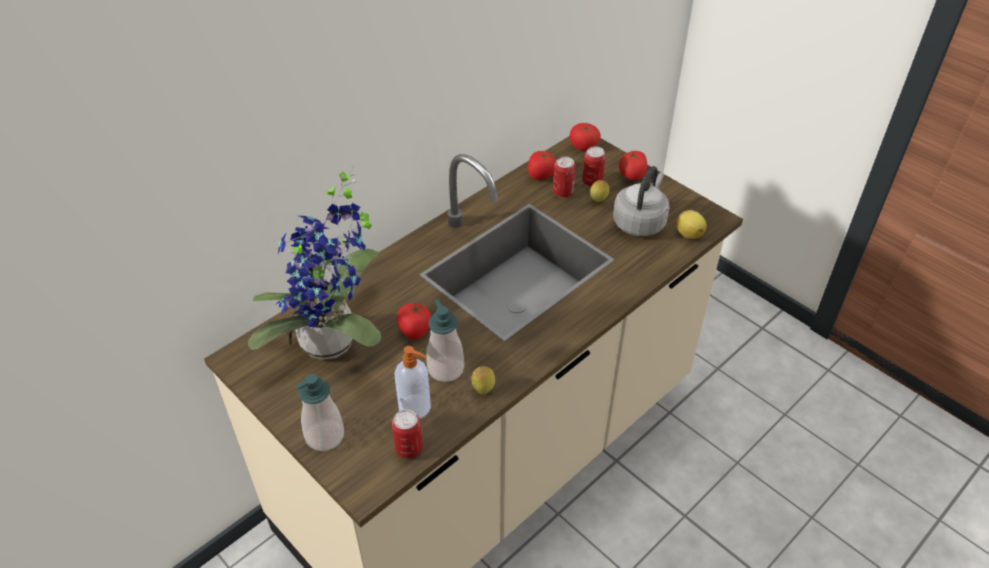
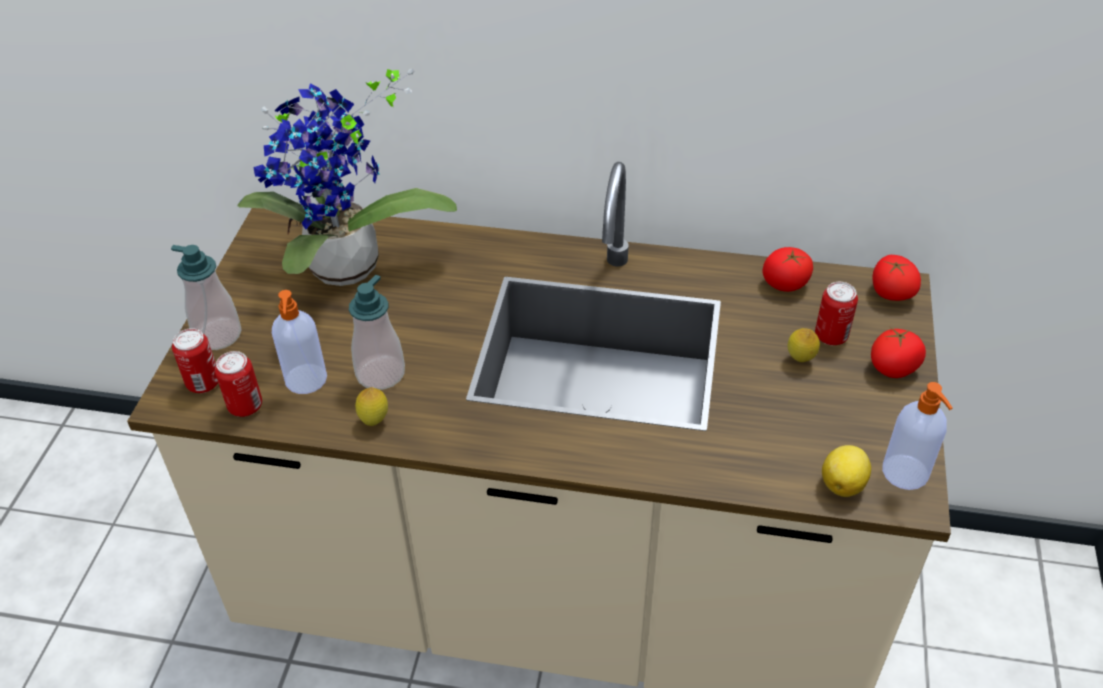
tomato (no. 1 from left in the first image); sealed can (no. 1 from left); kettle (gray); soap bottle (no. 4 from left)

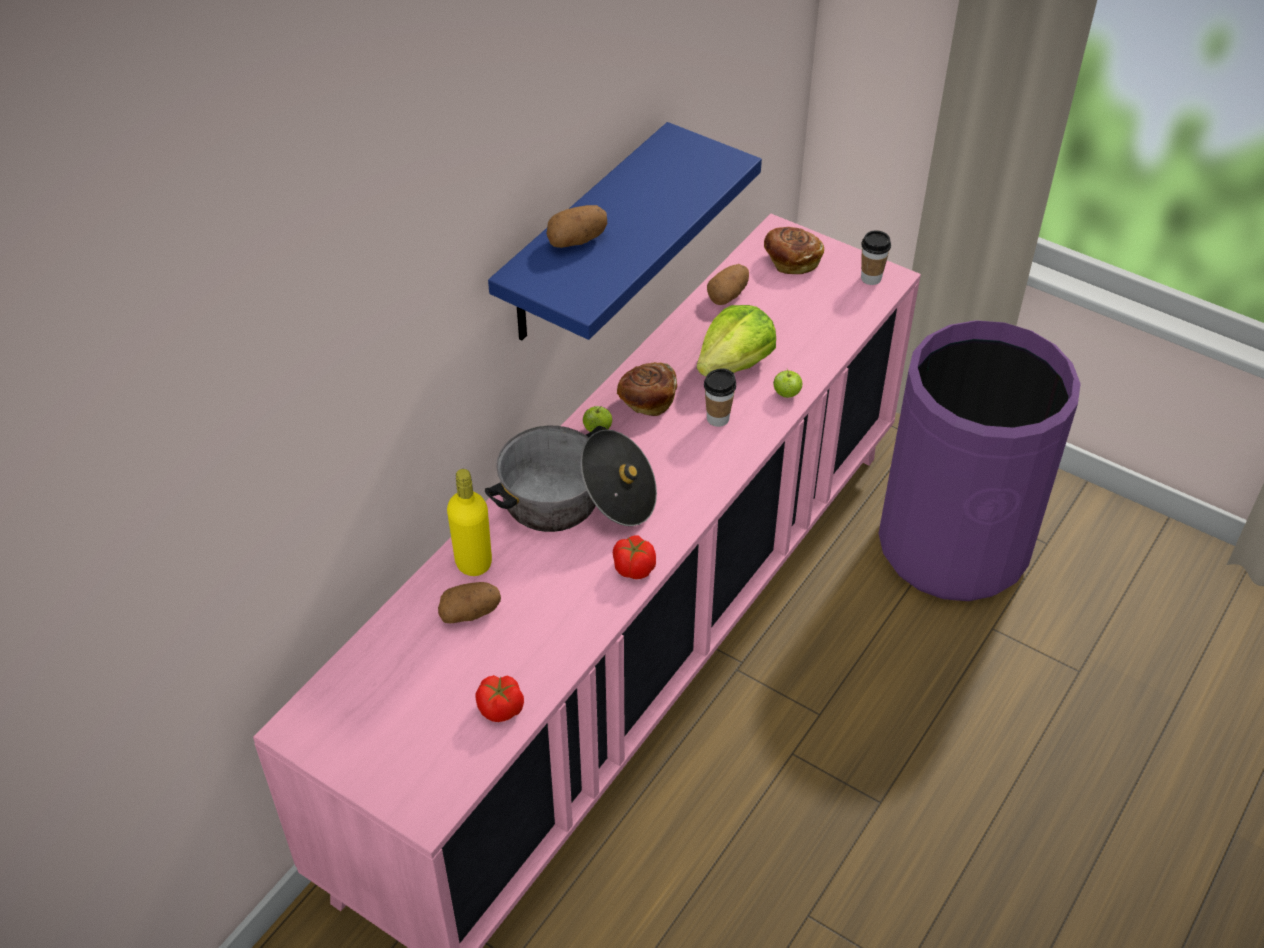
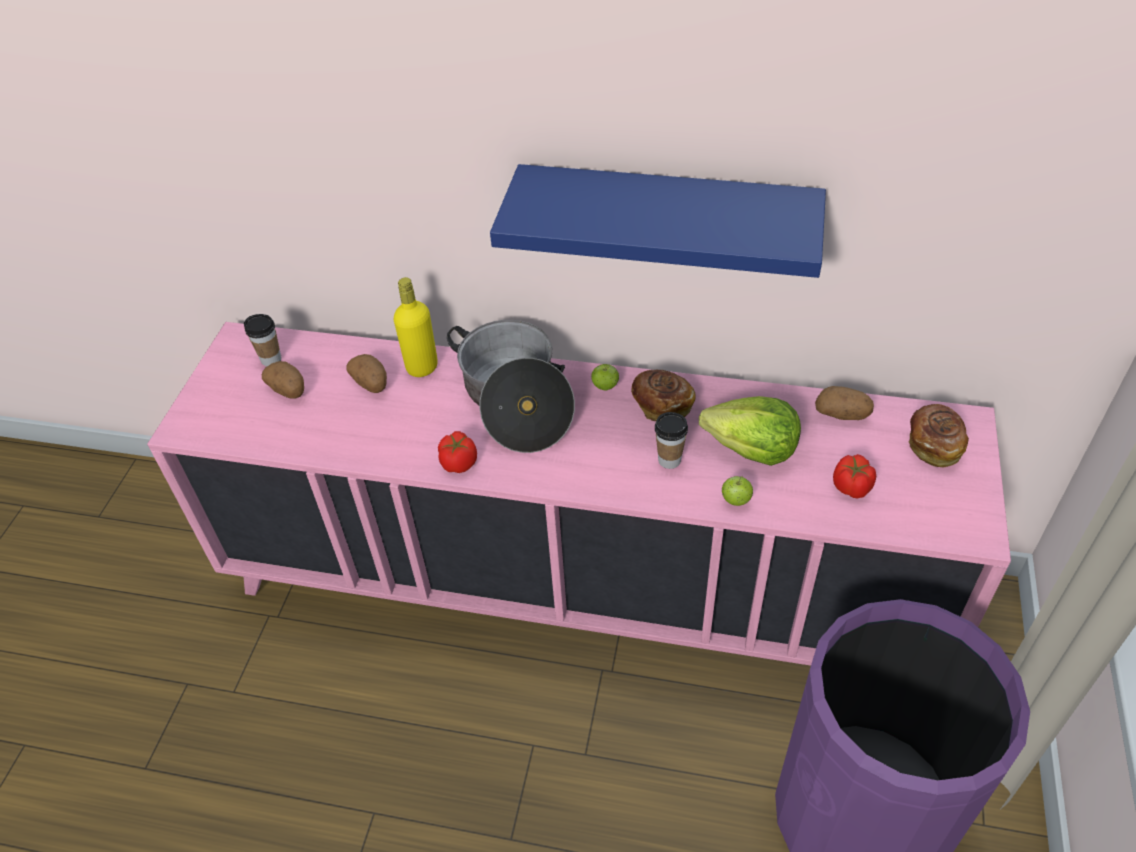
tomato (no. 2 from left); whole potato (no. 1 from left); cup (no. 1 from left)

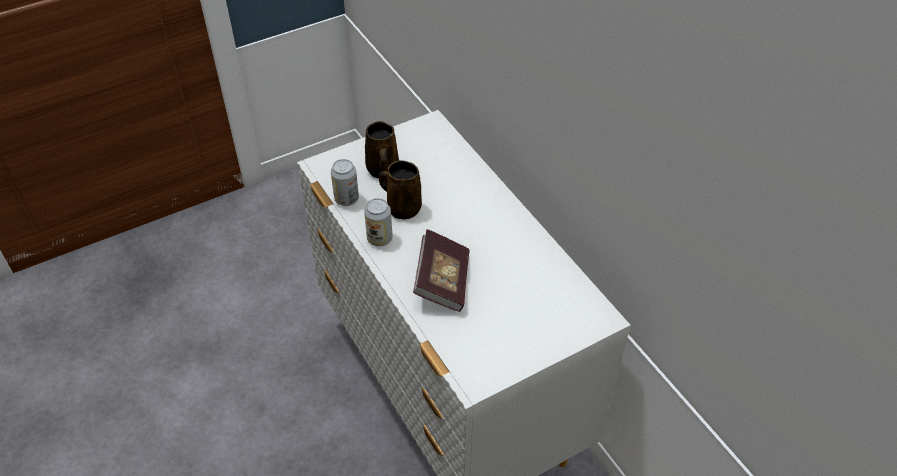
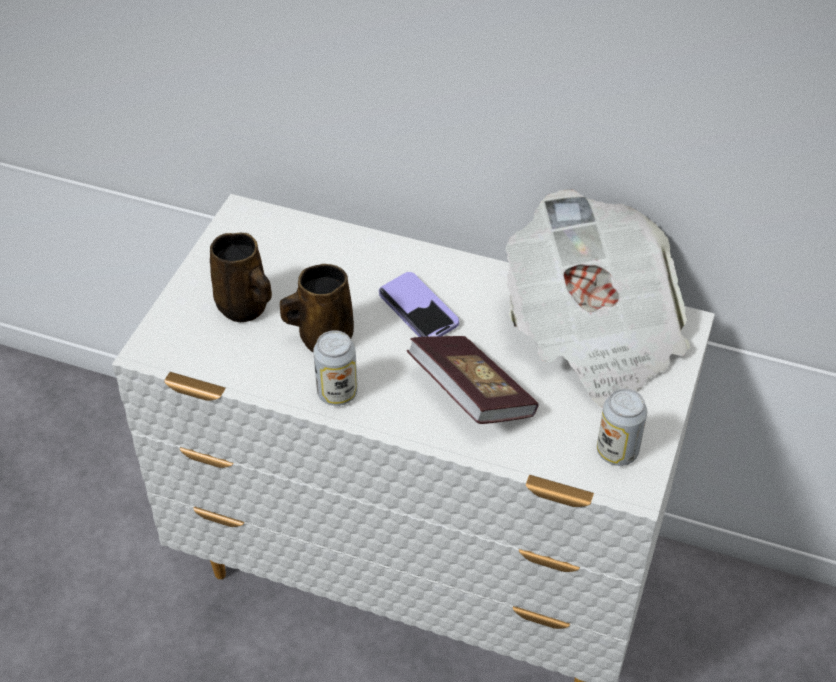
sealed can (no. 2 from left); telephone; newspaper

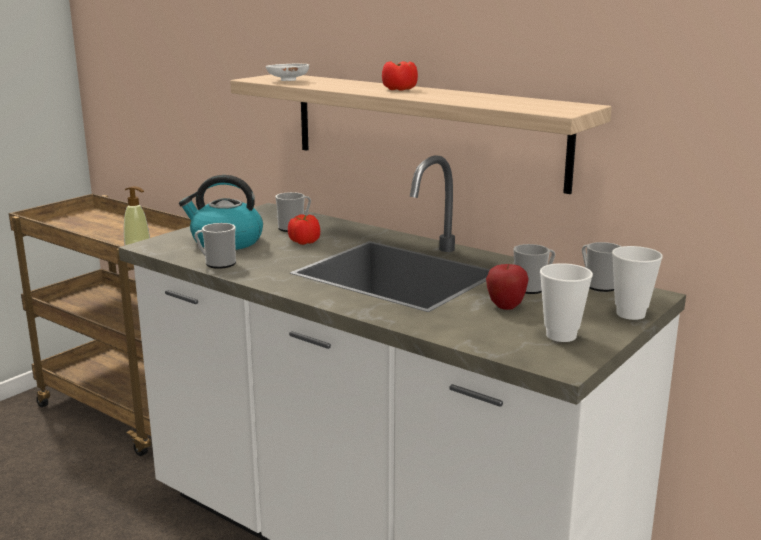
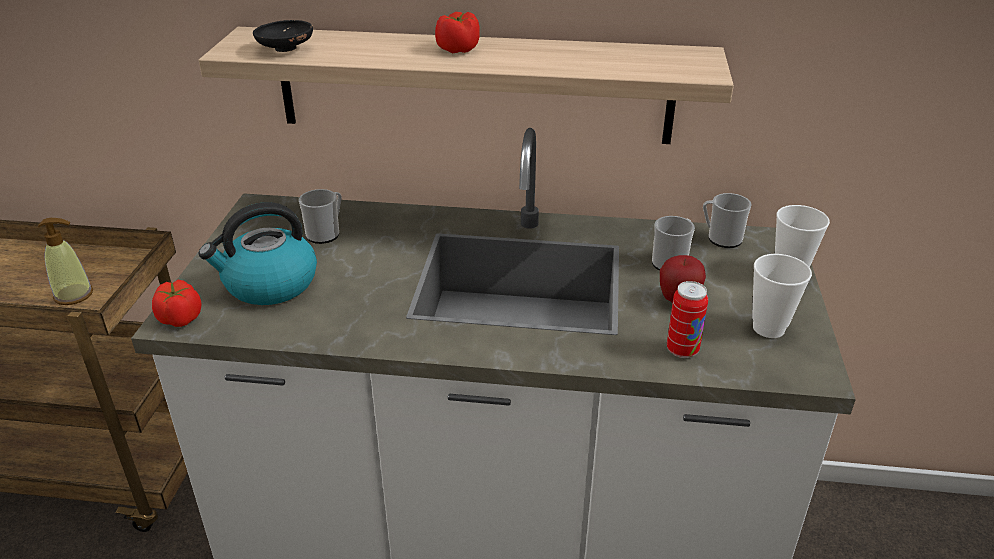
tea mug (no. 1 from left in the first image); serving bowl (blackish); tomato (no. 1 from left); sealed can

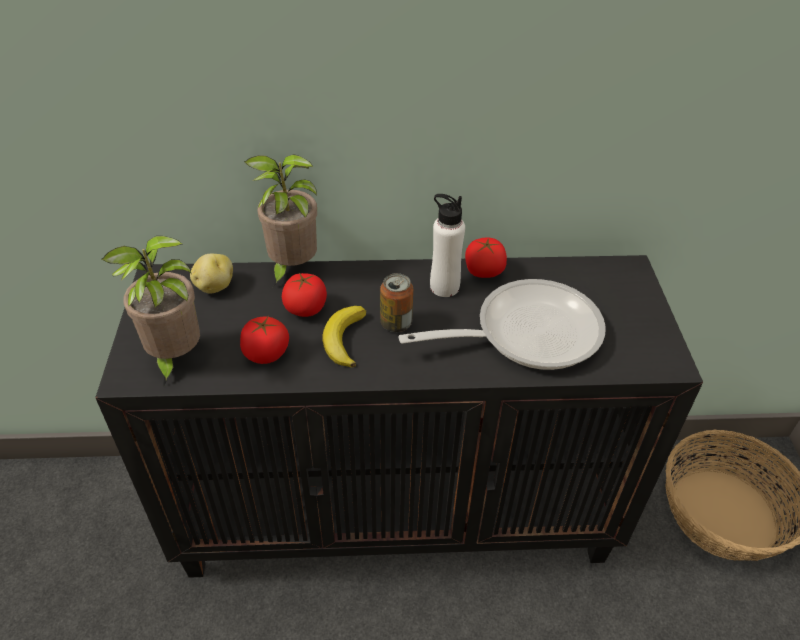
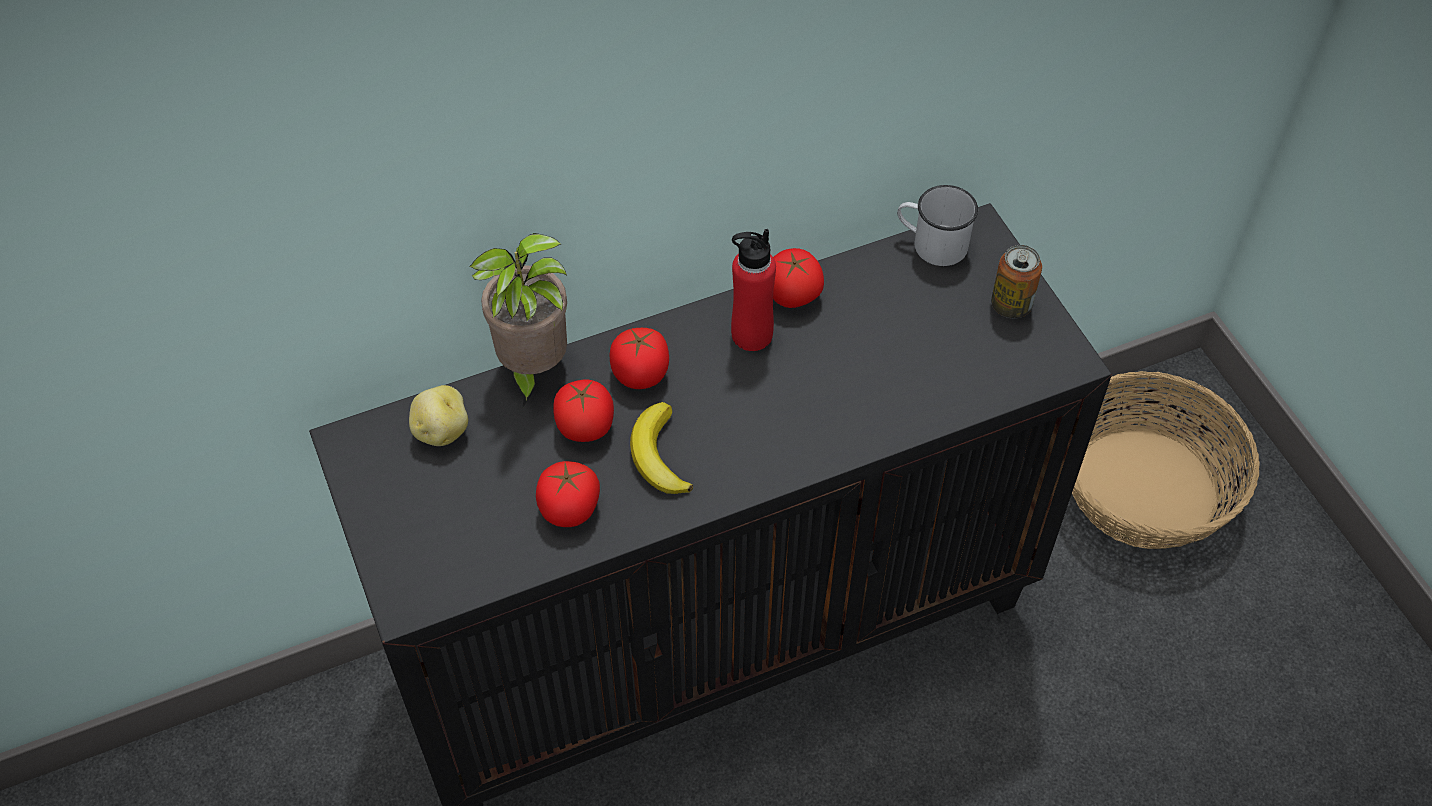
plant in a pot (no. 1 from left in the first image); sealed can; frying pan; bottle (reddish); tomato (no. 3 from left); tea mug (whitish)

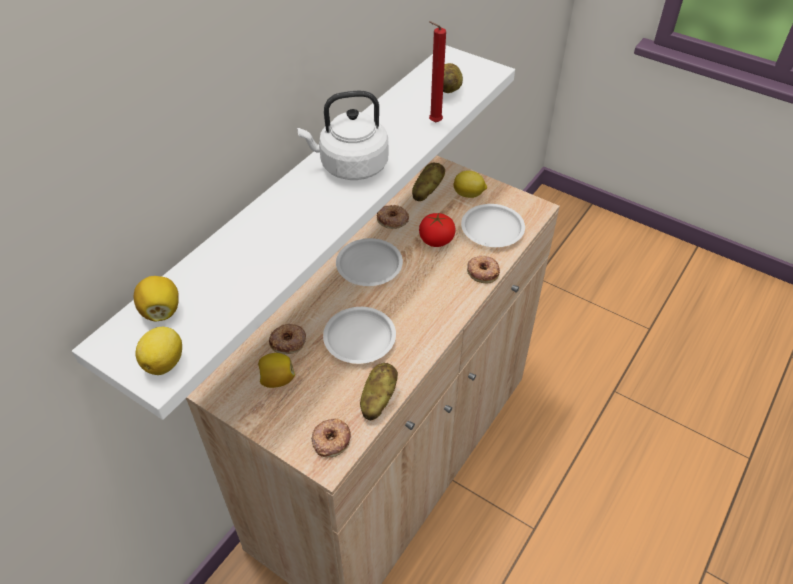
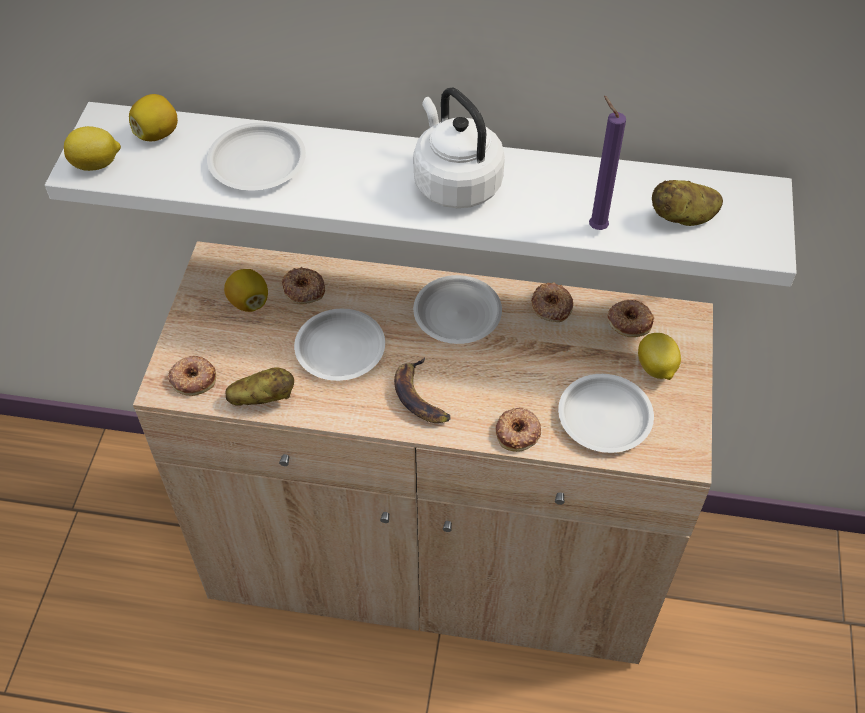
donut (no. 5 from left); tomato; candle (purple); dinner plate (whitish) (no. 1 from left); banana fruit

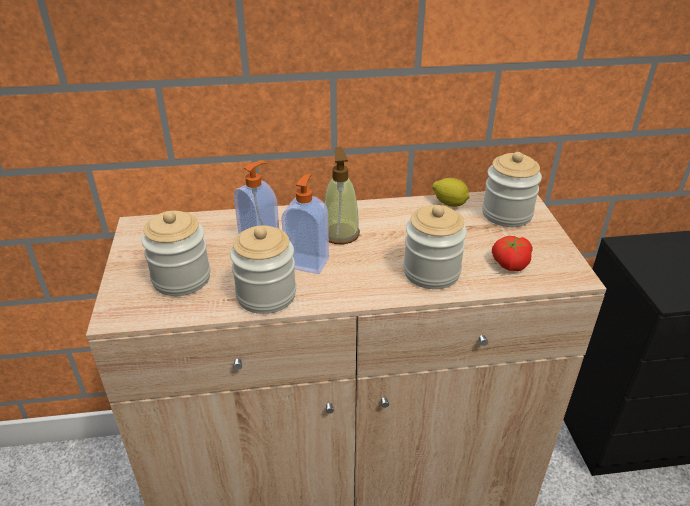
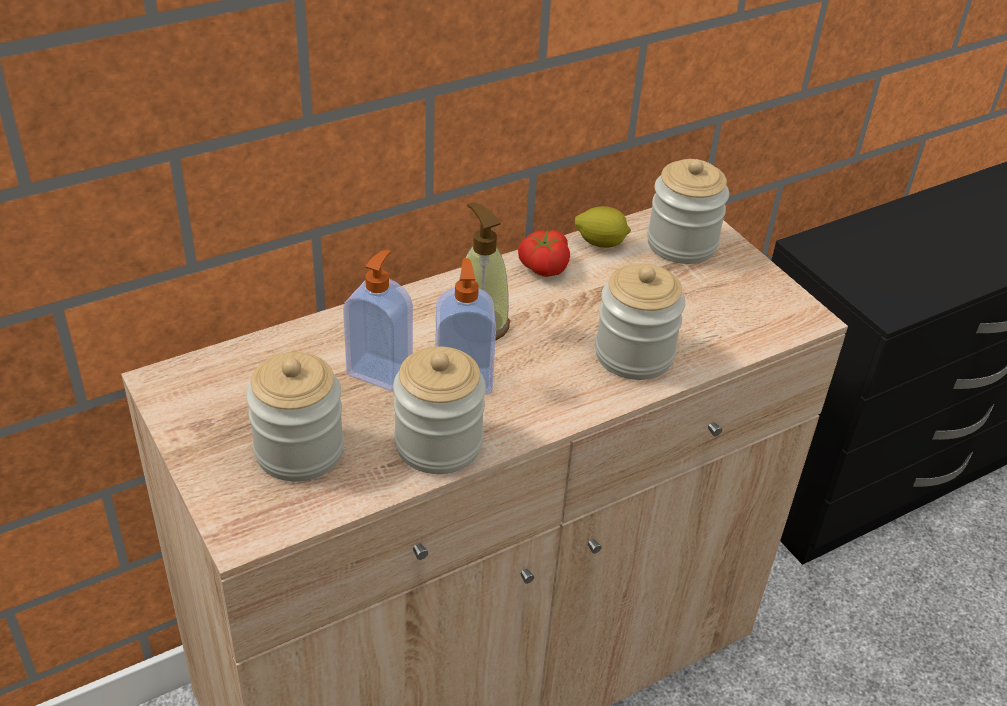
tomato

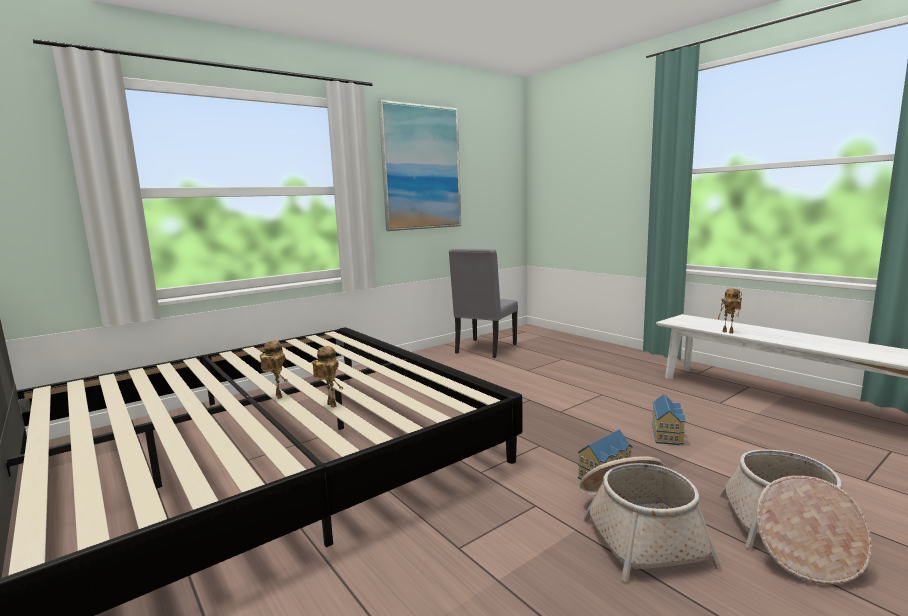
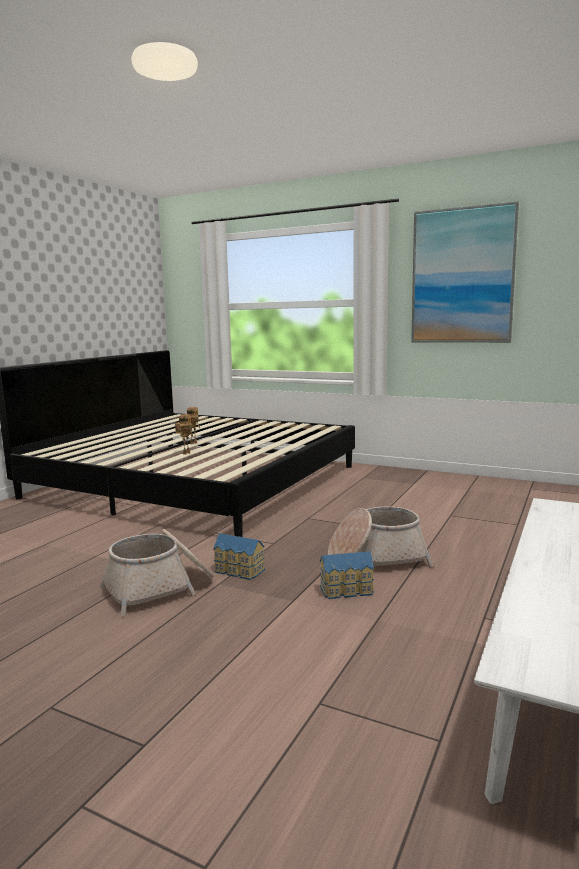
plain chair (gray); robot figure (no. 3 from left in the first image); storage basket (no. 2 from left)

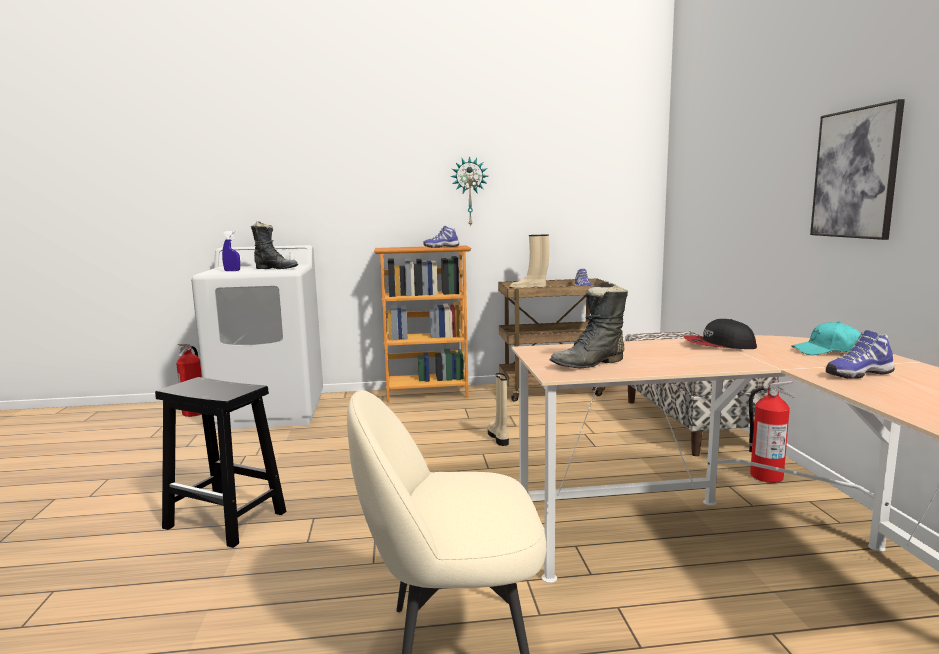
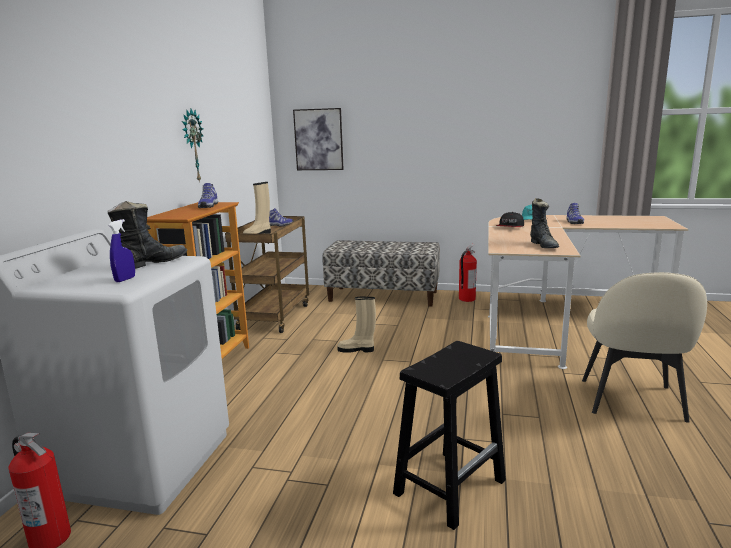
picture

